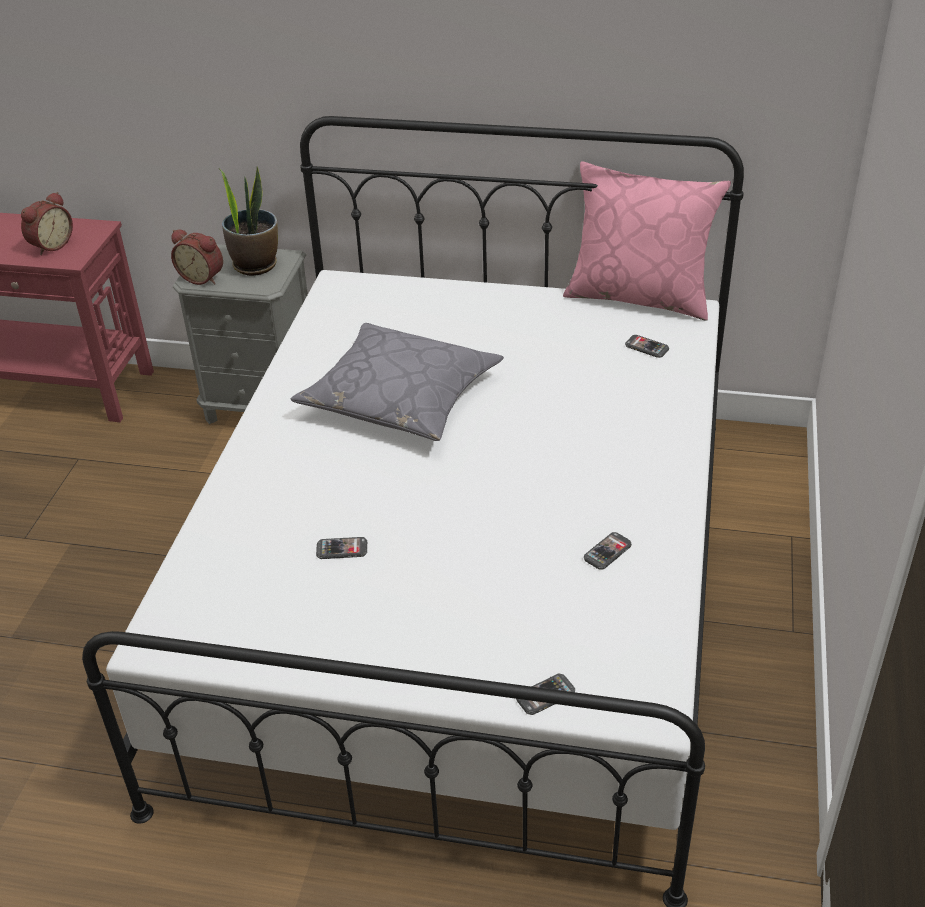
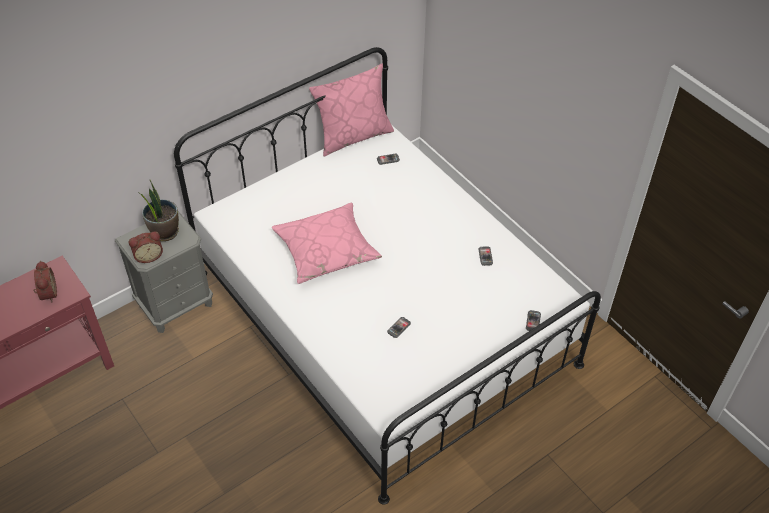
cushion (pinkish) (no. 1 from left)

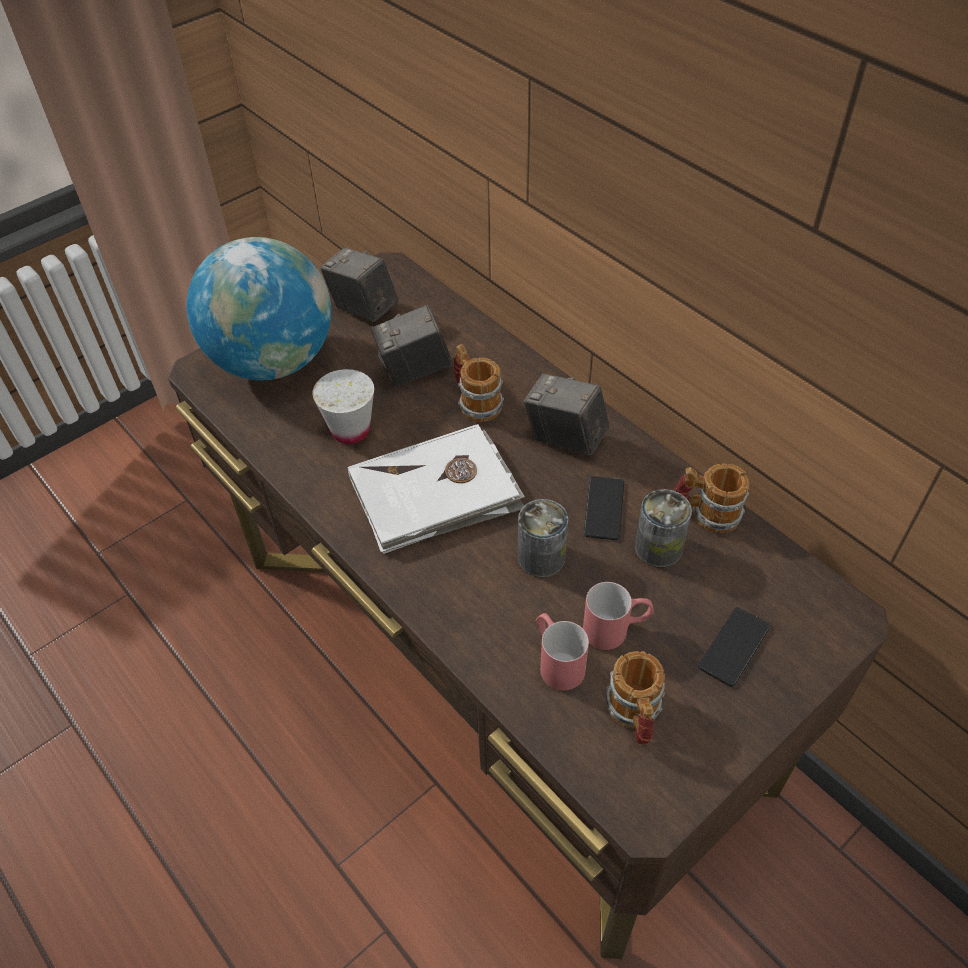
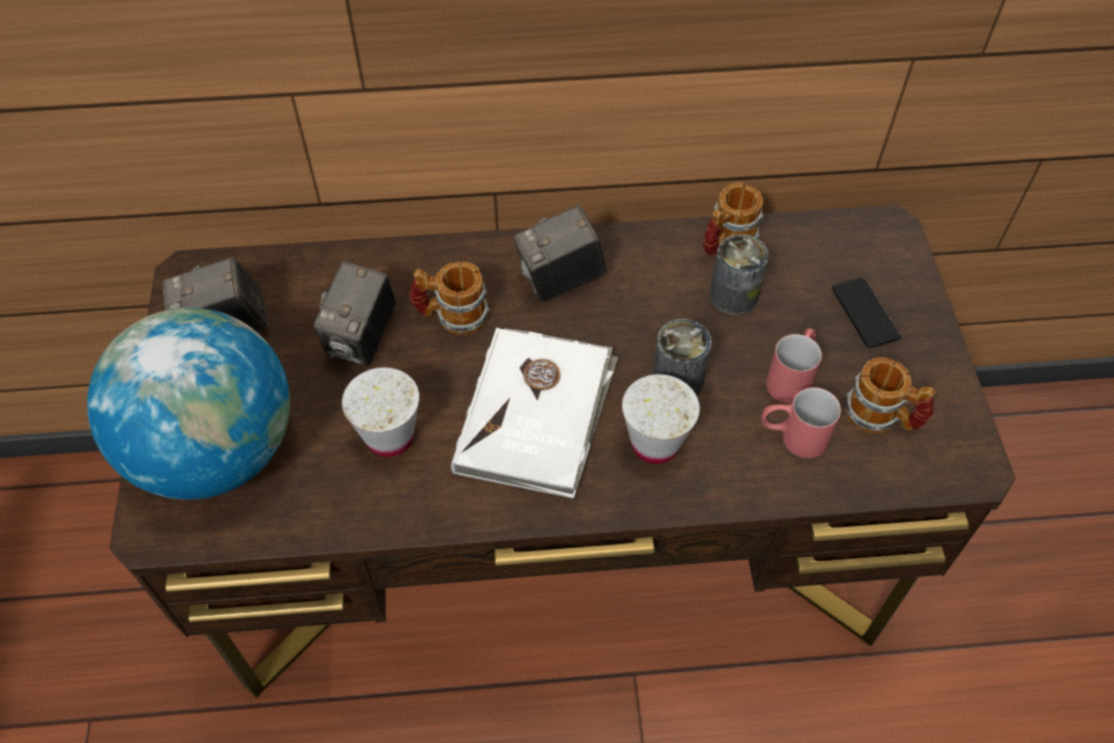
telephone (no. 1 from left in the first image); cup (whitish) (no. 2 from left)

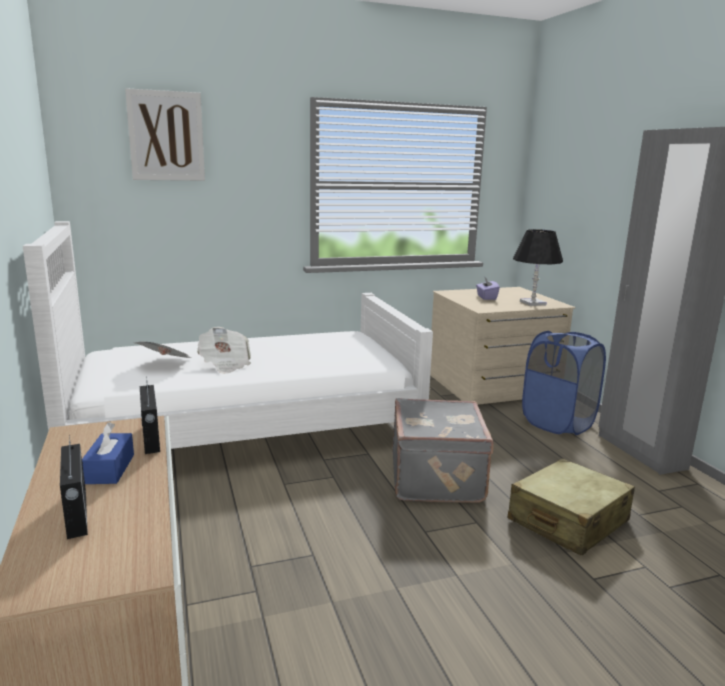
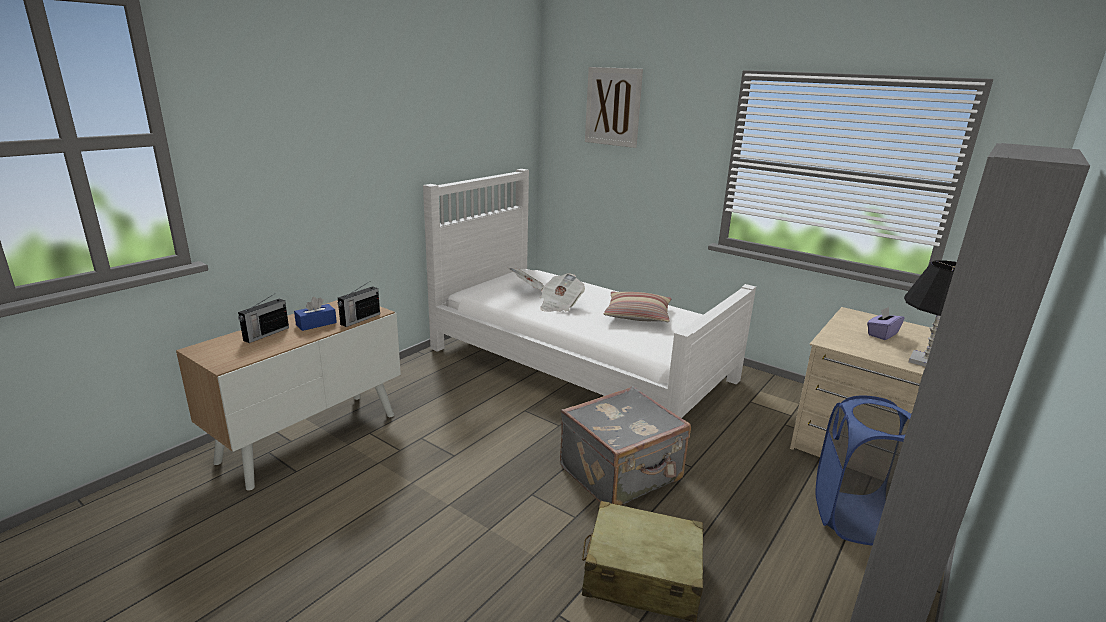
cushion

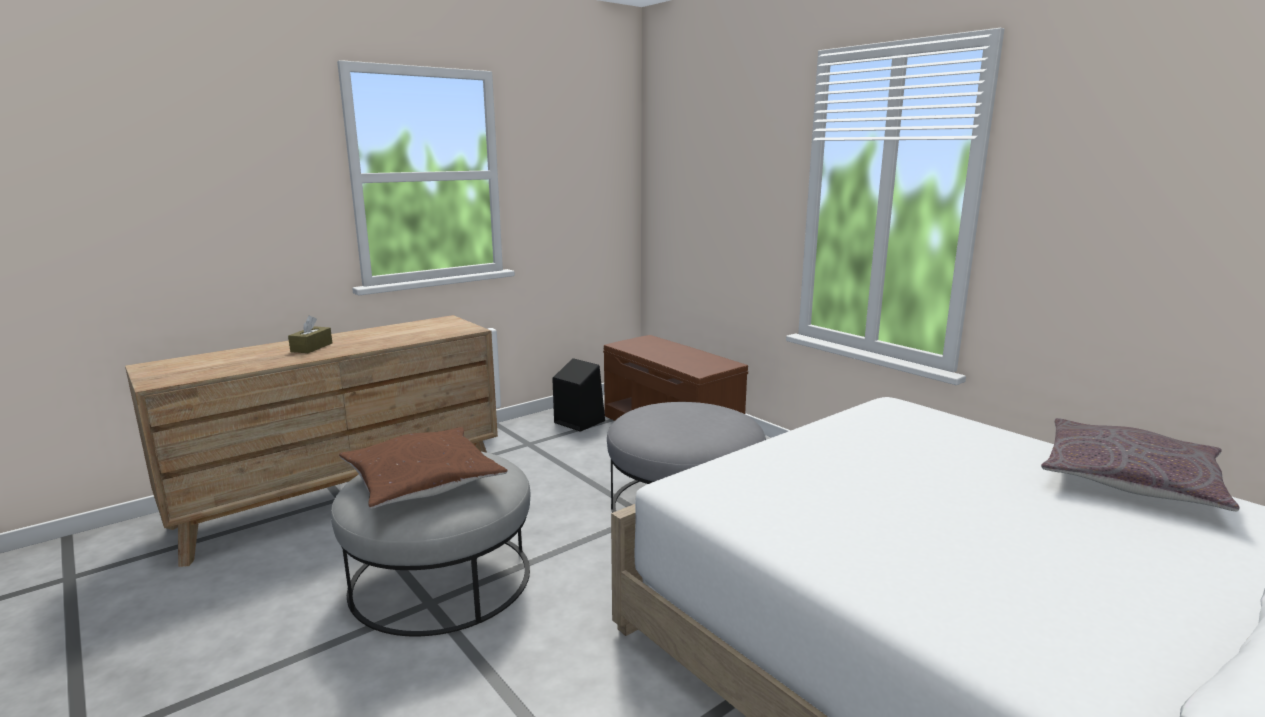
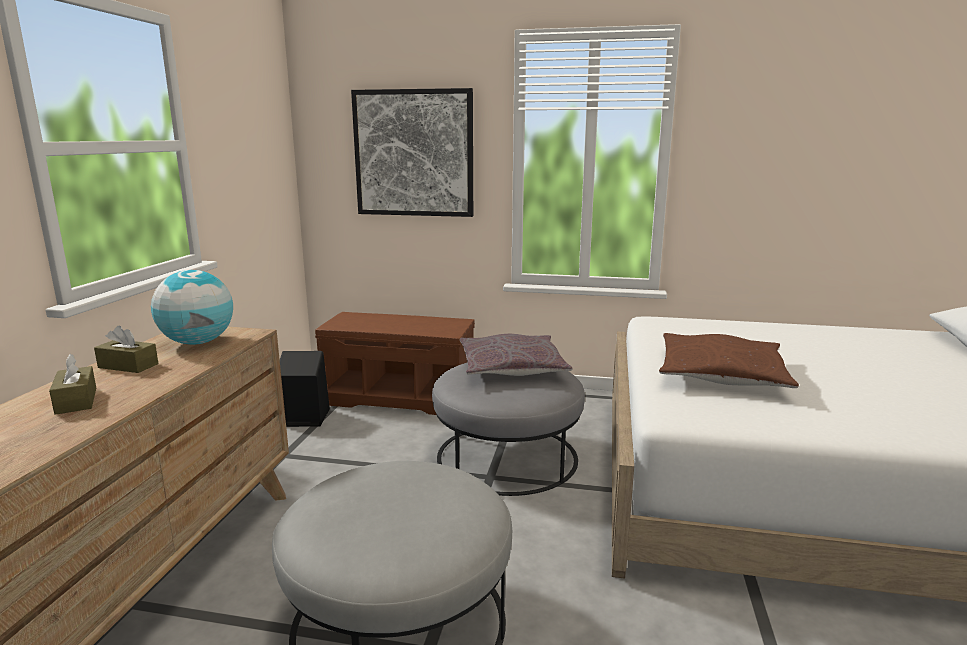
cushion (brown); cushion (gray); box of tissues (brown) (no. 2 from left); globe; picture

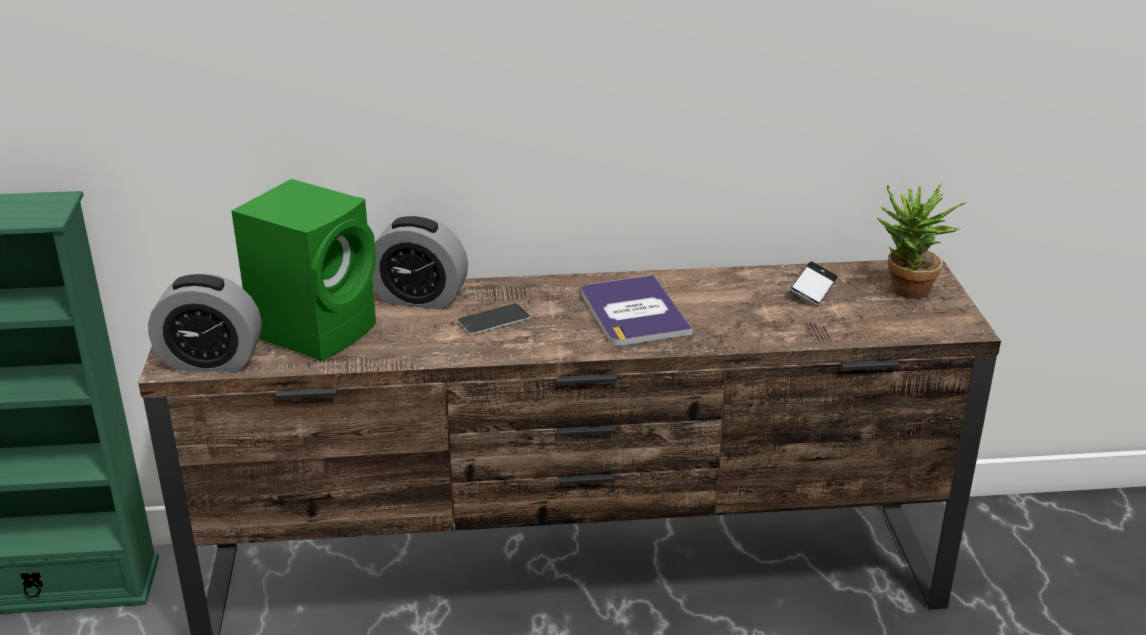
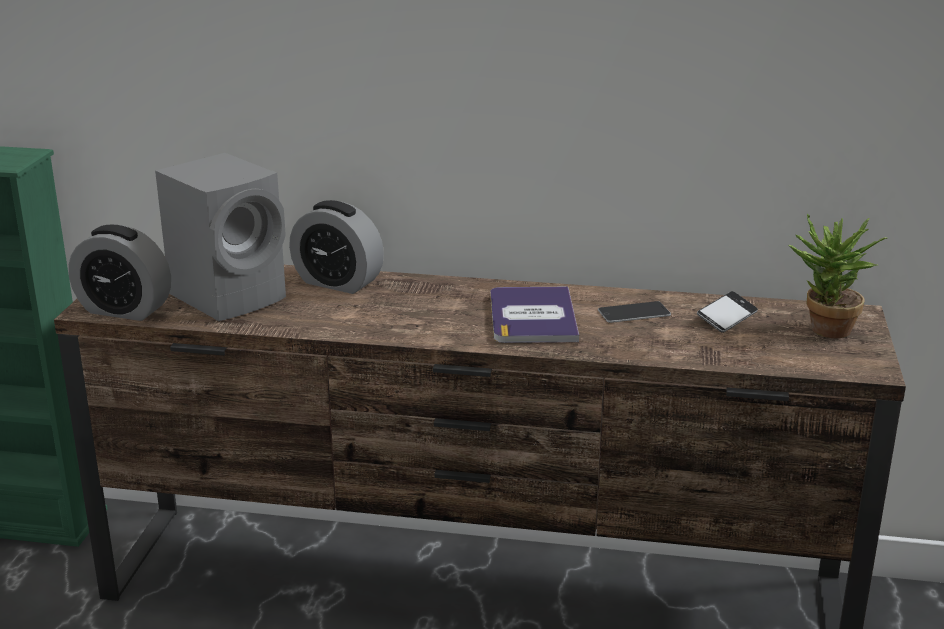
loudspeaker (gray); telephone (no. 1 from left)

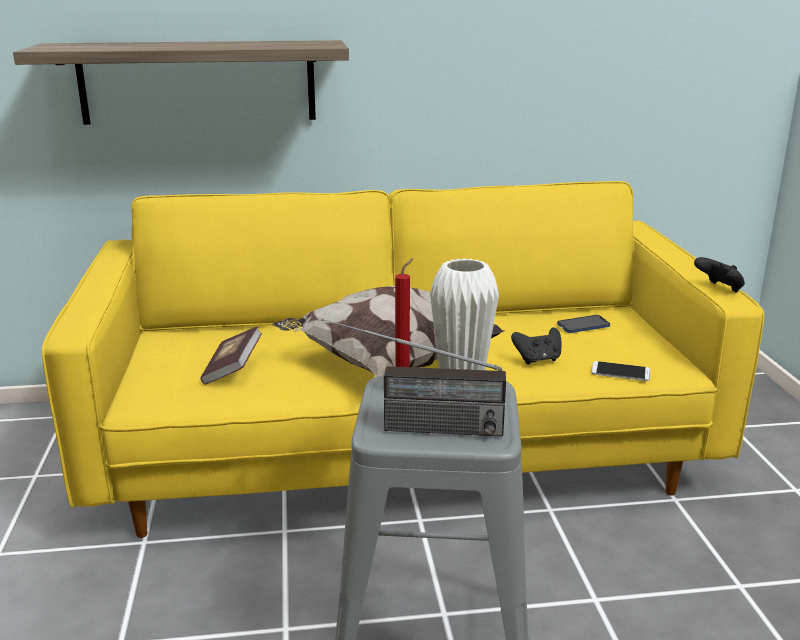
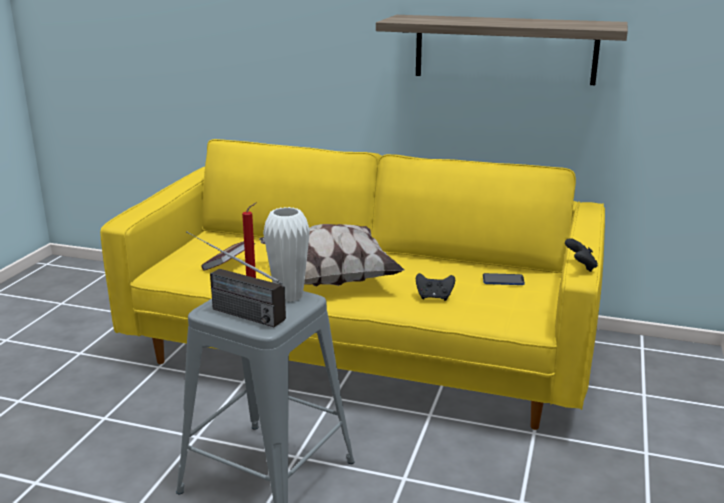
shelf; telephone (no. 2 from left in the first image)

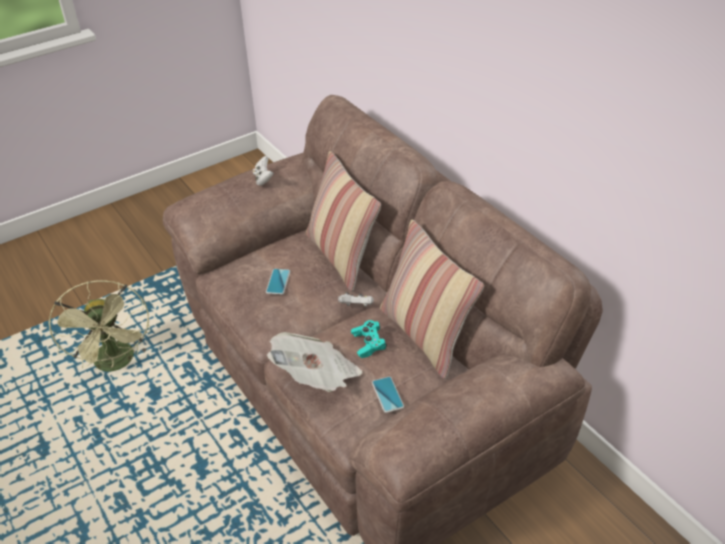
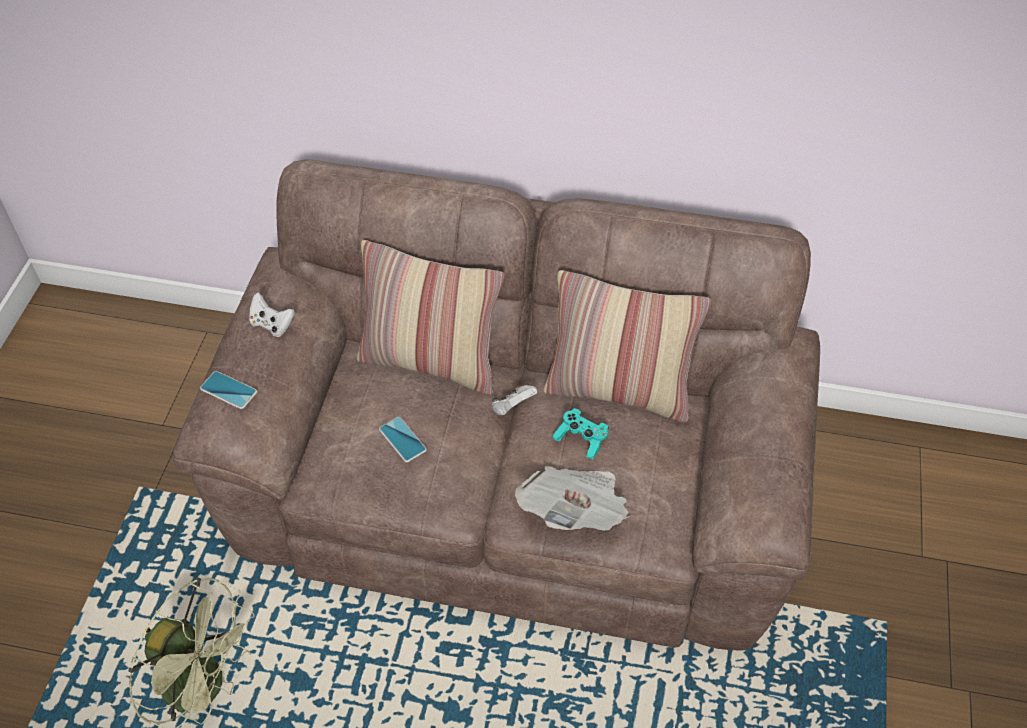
telephone (no. 1 from left)

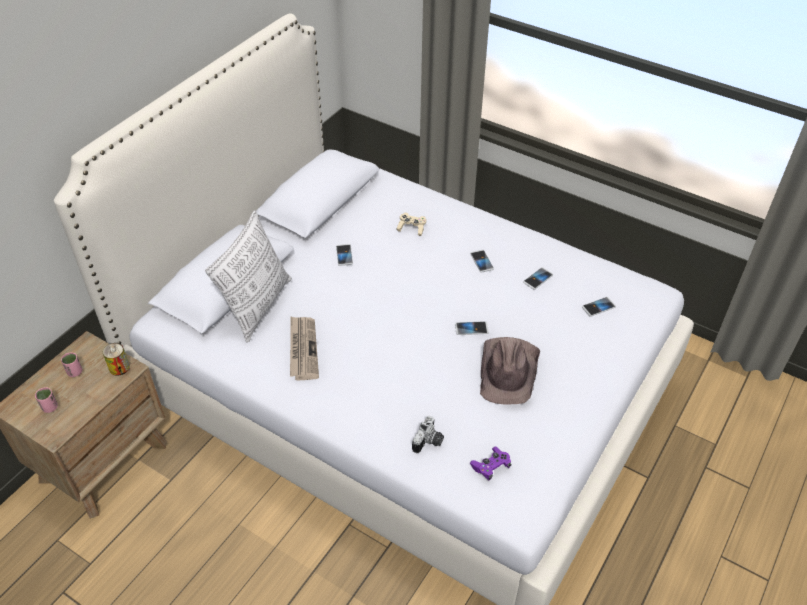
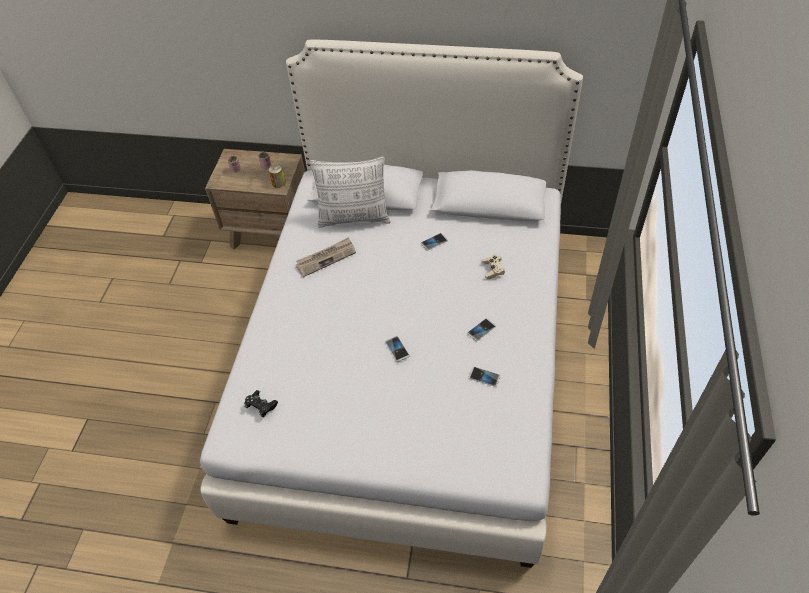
photo camera; joypad (blackish); wearable hat (brown); telephone (no. 5 from left in the first image)

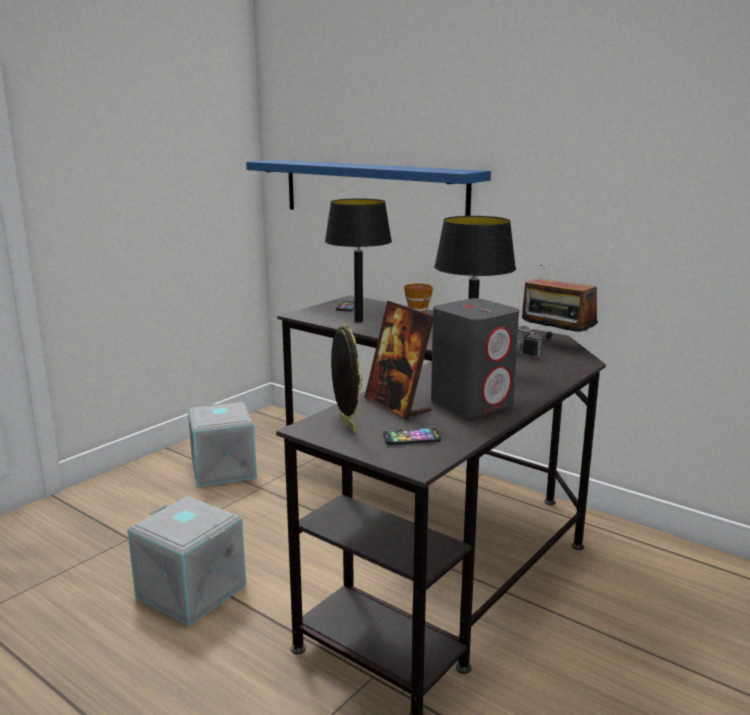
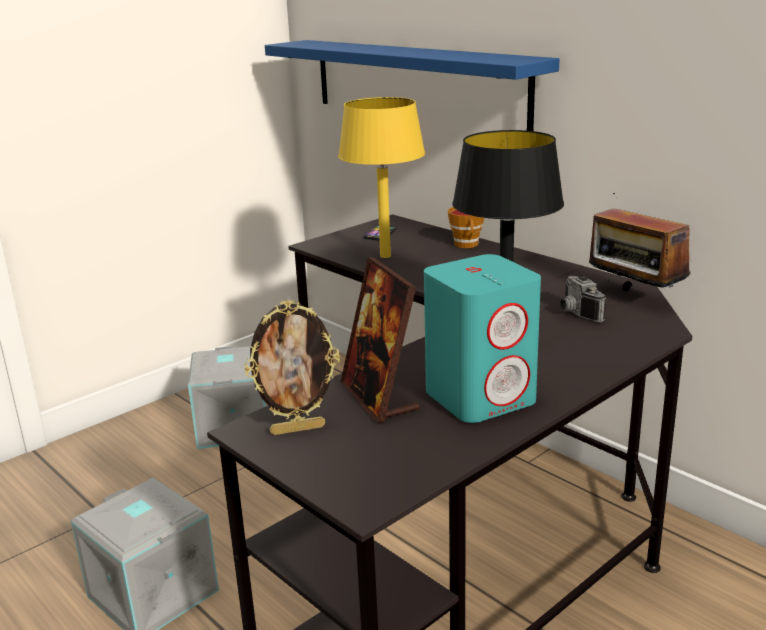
lamp for a table (yellowish); picture frame (no. 1 from left); telephone (no. 2 from left in the first image); loudspeaker (turquoise-coloured)

